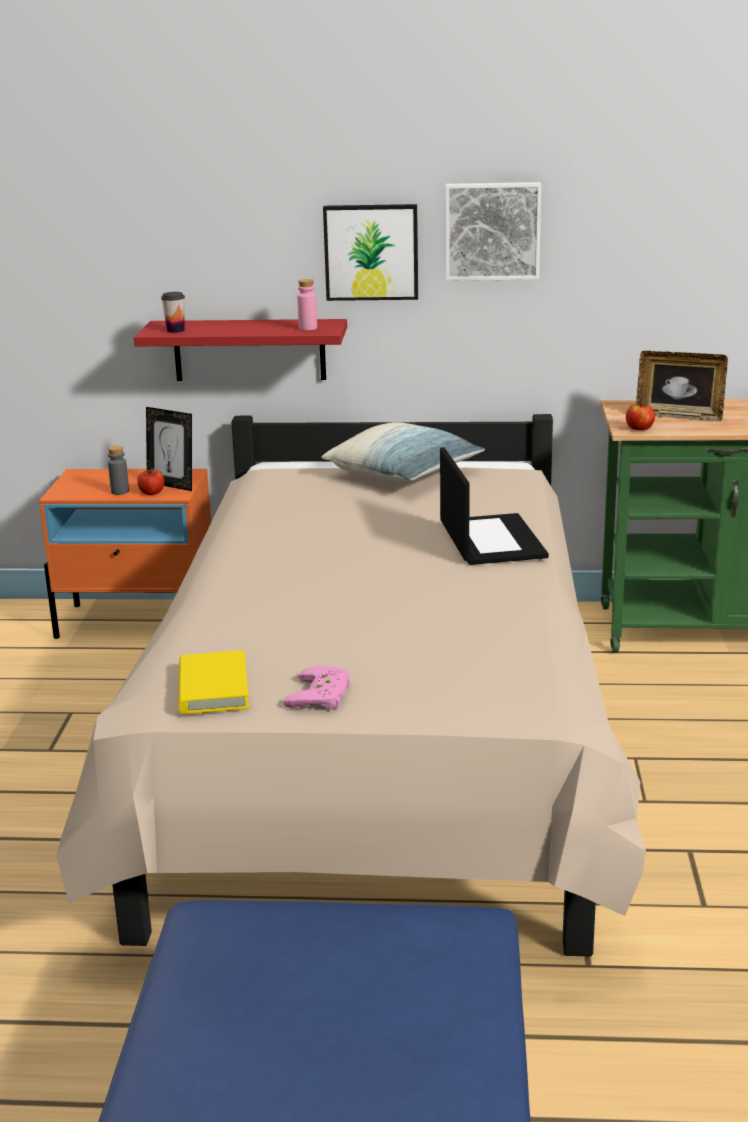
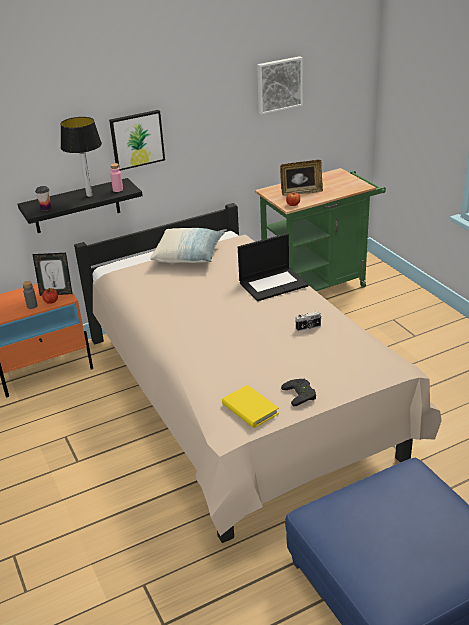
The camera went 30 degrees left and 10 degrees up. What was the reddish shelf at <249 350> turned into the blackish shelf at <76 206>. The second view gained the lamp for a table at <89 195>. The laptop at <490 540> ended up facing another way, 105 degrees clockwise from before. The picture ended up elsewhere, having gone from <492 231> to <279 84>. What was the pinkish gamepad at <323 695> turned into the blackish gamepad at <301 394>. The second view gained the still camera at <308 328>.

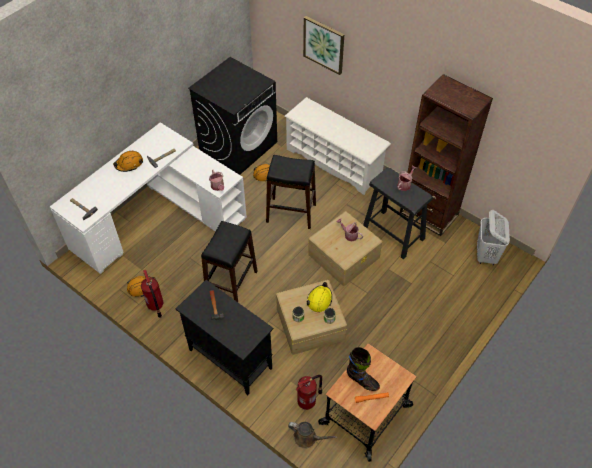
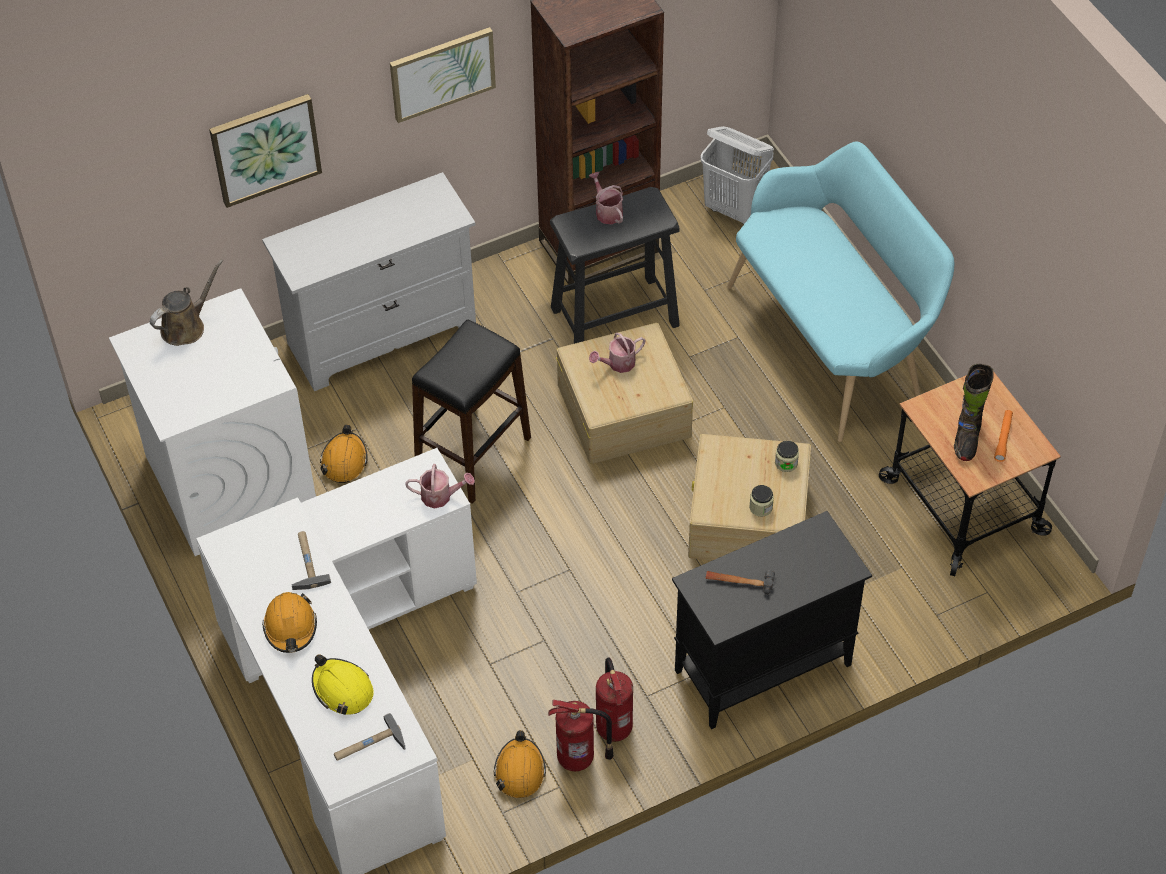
The camera went 65 degrees left and 0 degrees up. What was the blackish laundry machine at <238 145> turned into the whitish laundry machine at <229 480>. The brown-coloured watering can ended up elsewhere, having gone from <307 438> to <186 326>. Where the whitish shoe stand stood at <334 162>, the whitish chest of drawers came to stand at <383 335>. The yellow hard hat ended up elsewhere, having gone from <319 300> to <342 689>. The second view gained the picture at <442 73>. The fire extinguisher ended up elsewhere, having gone from <308 401> to <614 725>. The second view gained the turquoise bench at <833 341>. The blackish tall boot at <362 380> ended up facing another way, 135 degrees clockwise from before. The second view lost the blackish stool seat at <232 285>.

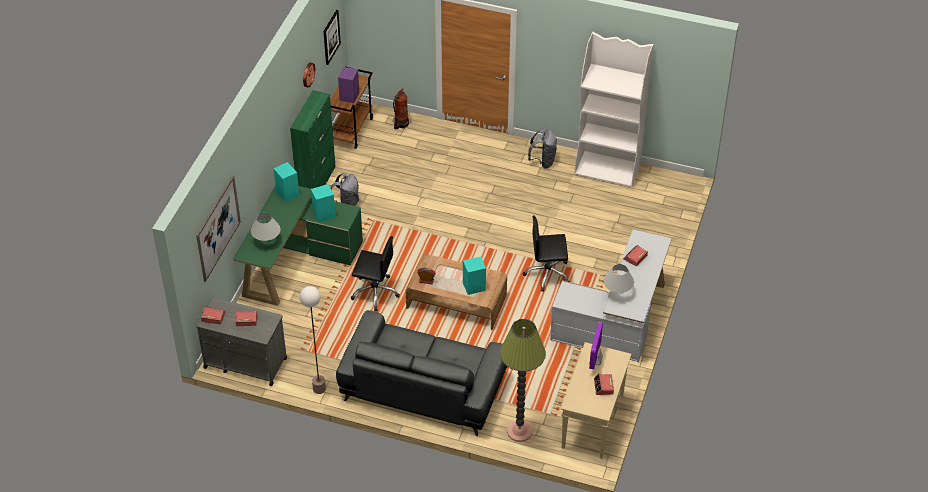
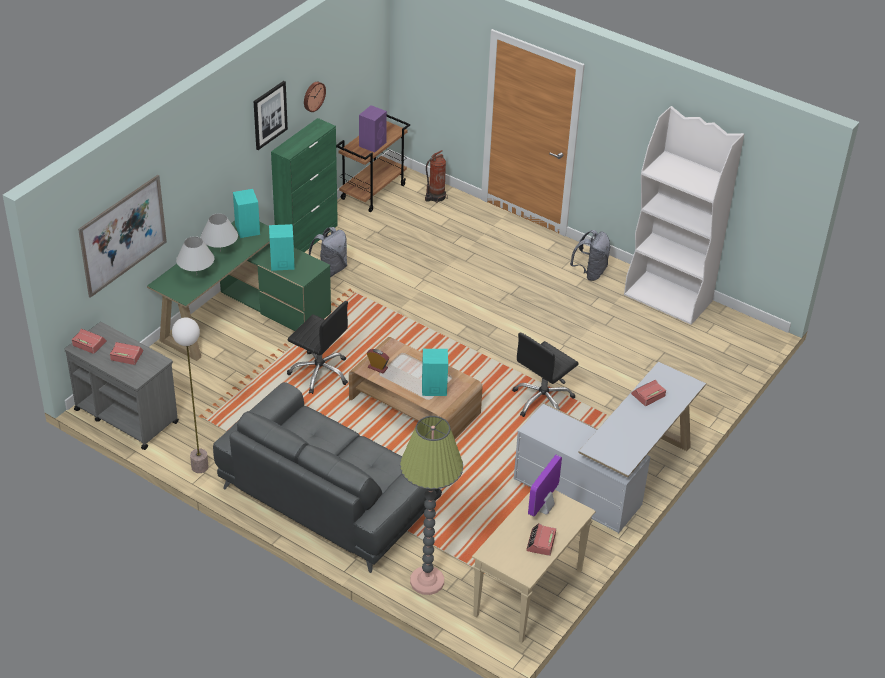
The camera went 15 degrees right and 5 degrees down. The whitish lamp for a table ended up elsewhere, having gone from <617 292> to <220 251>. The picture ended up elsewhere, having gone from <331 37> to <269 115>. The blackish desk chair at <547 274> ended up facing another way, 60 degrees counterclockwise from before.

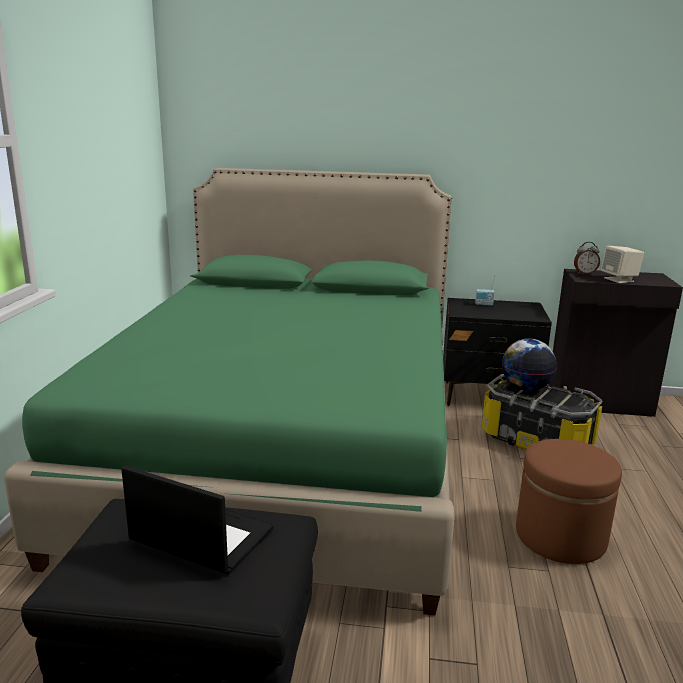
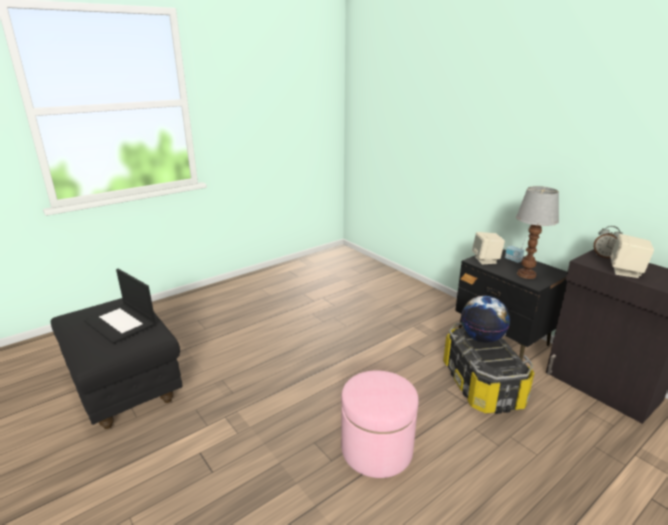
The camera went 45 degrees right and 5 degrees up. The laptop at <200 535> ended up facing another way, 150 degrees clockwise from before. What was the brown-coloured pouffe at <560 536> turned into the pinkish pouffe at <376 449>. The second view gained the beige speaker at <486 260>. The second view gained the lamp for a table at <525 275>. The second view lost the greenish sleeping bed at <286 451>.

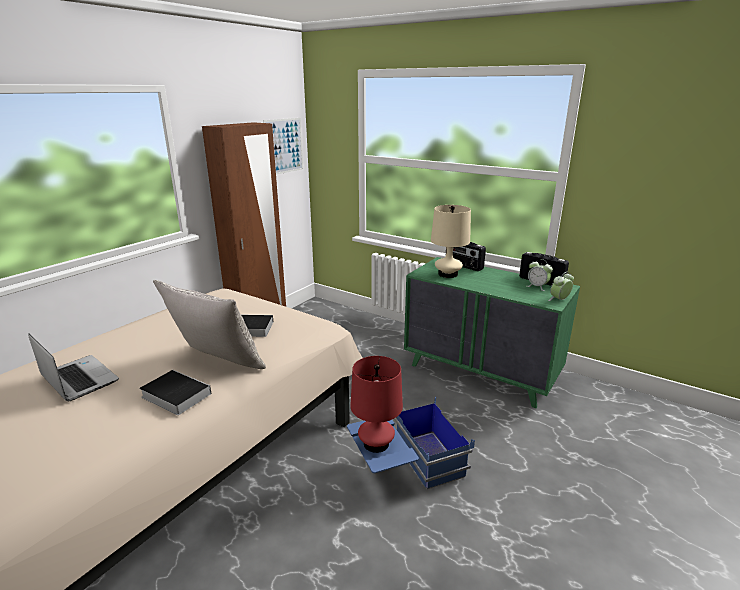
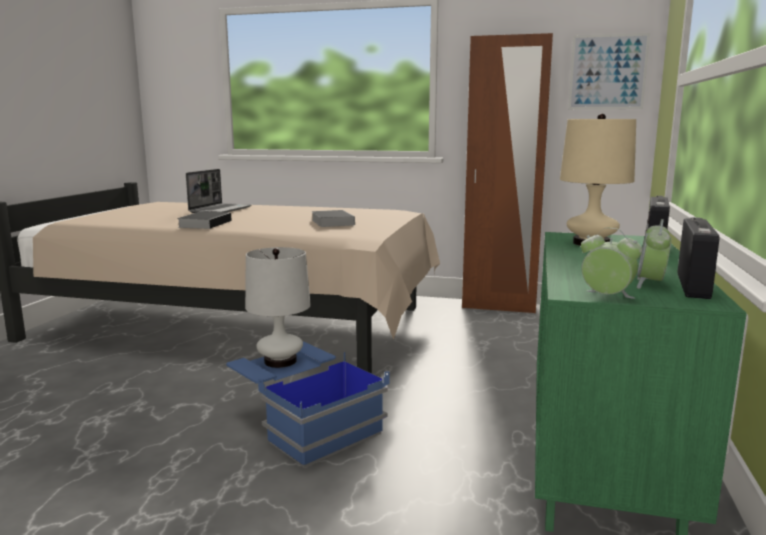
The camera went 70 degrees right and 10 degrees down. What was the reddish lamp for a table at <376 443> turned into the whitish lamp for a table at <280 361>. The second view lost the gray throw pillow at <216 363>.

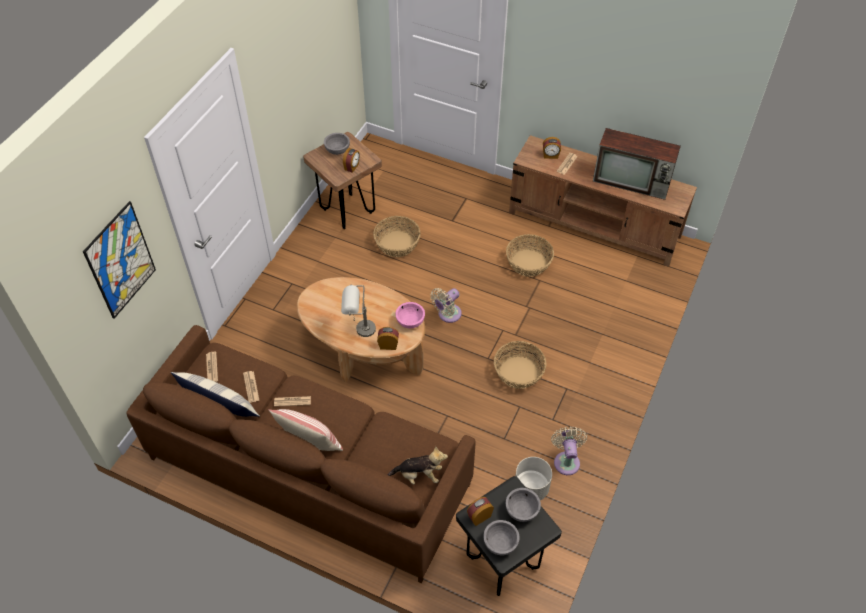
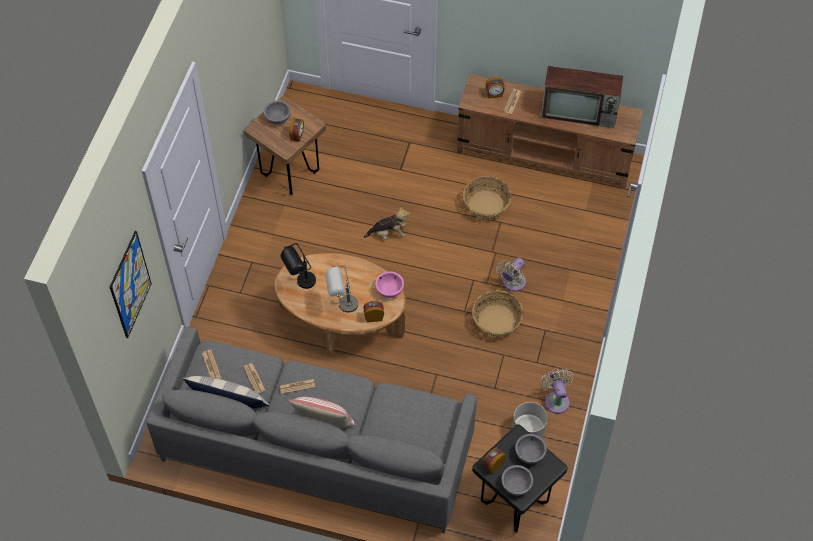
The camera went 10 degrees left and 5 degrees up. What was the brown-coloured settee at <309 471> turned into the gray settee at <317 448>. The second view gained the blackish lamp for a table at <300 284>. The soft toy ended up elsewhere, having gone from <419 475> to <388 233>. The beige fan ended up elsewhere, having gone from <447 315> to <512 283>. The second view lost the basket at <397 244>.

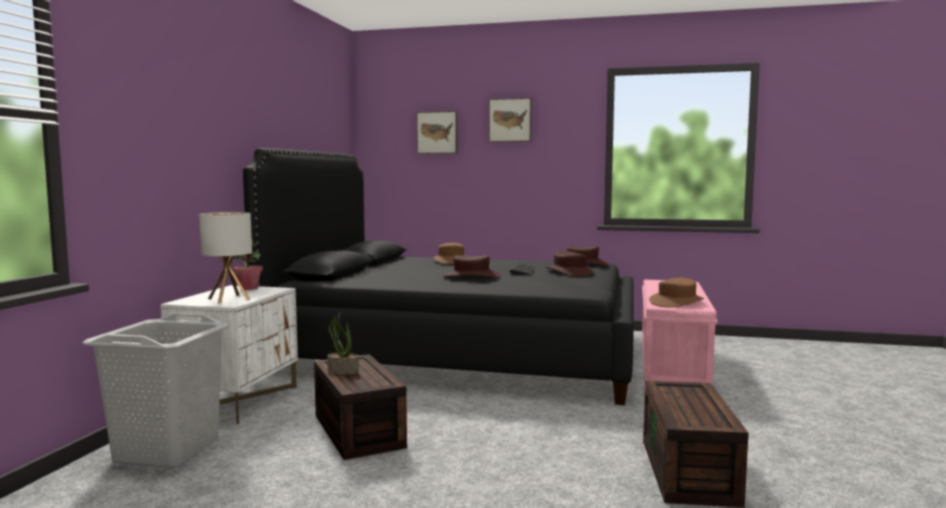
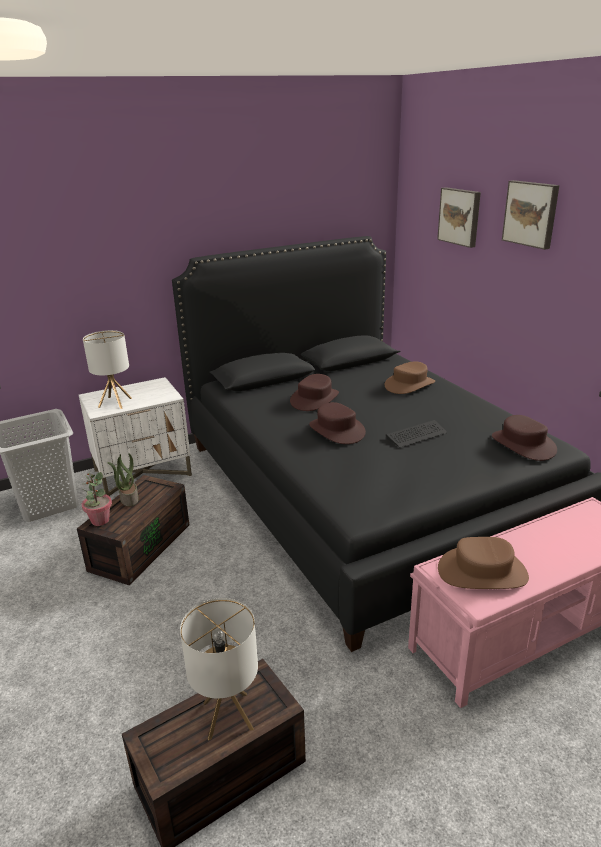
The camera went 50 degrees right and 20 degrees up. The potted plant ended up elsewhere, having gone from <249 288> to <100 520>. The second view gained the lamp for a table at <228 715>. The brown-coloured clothing hat ended up elsewhere, having gone from <569 272> to <315 399>.

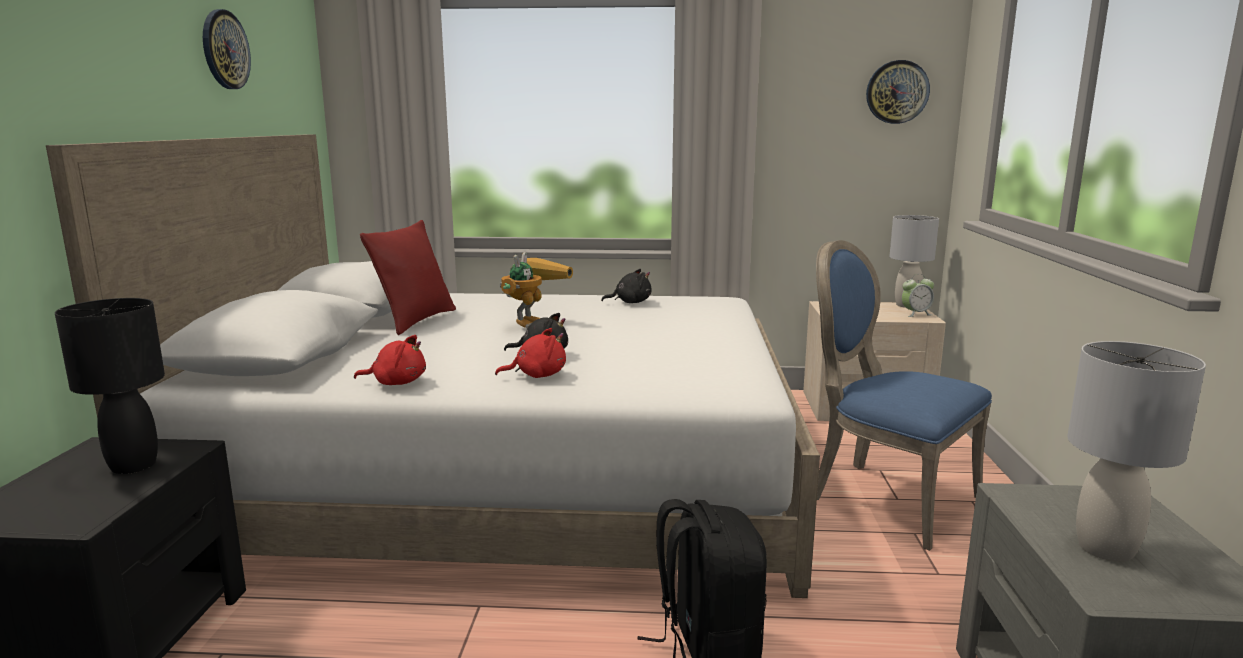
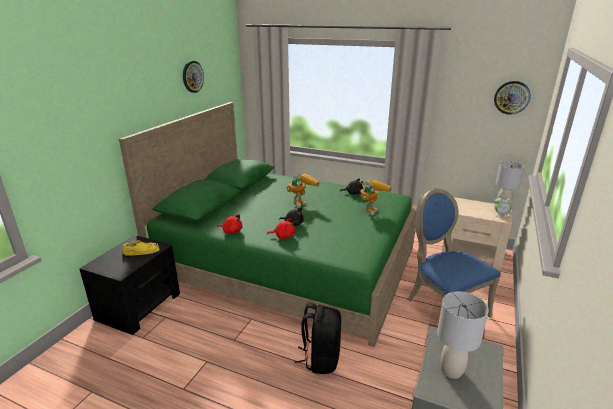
The camera went 20 degrees right and 10 degrees up. What was the whitish sleeping bed at <509 476> turned into the greenish sleeping bed at <288 262>. Where the blackish lamp for a table stood at <133 465>, the yellow shoe came to stand at <141 251>. The second view gained the toy robot at <371 209>. The second view lost the reddish throw pillow at <416 321>.

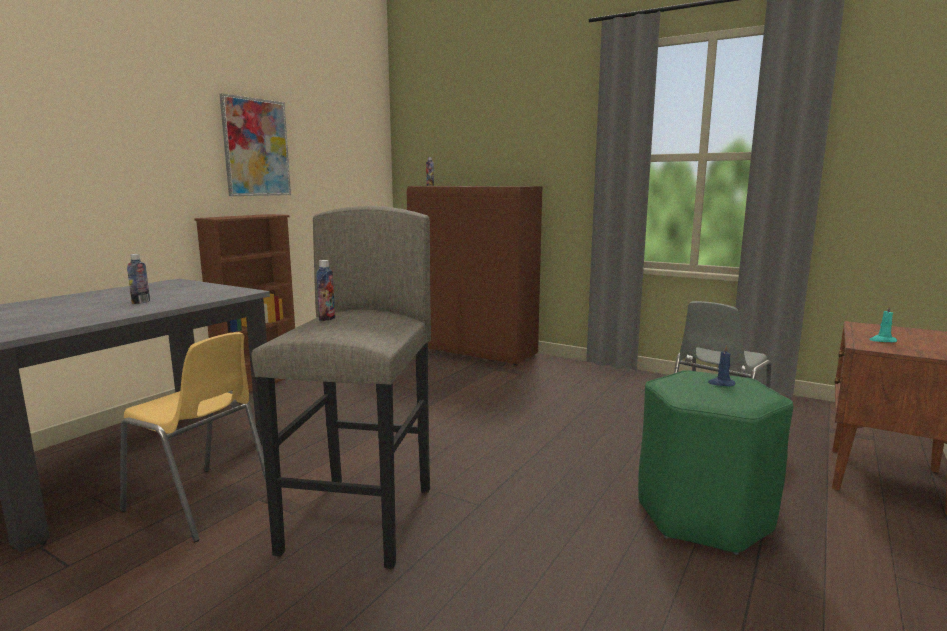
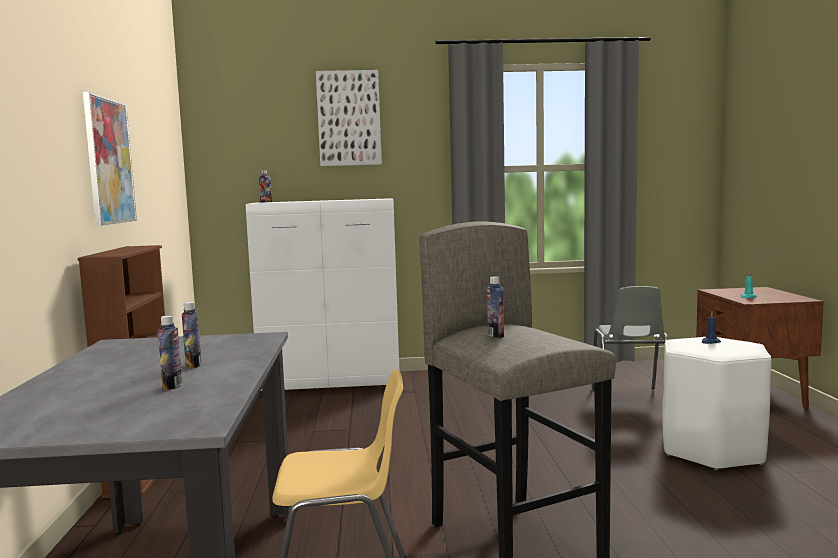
The camera went 35 degrees left and 5 degrees down. The second view gained the bottle at <172 386>. What was the brown-coloured cabinet at <474 351> turned into the whitish cabinet at <332 383>. The second view gained the picture at <349 118>. What was the greenish stool seat at <704 516> turned into the whitish stool seat at <712 450>.

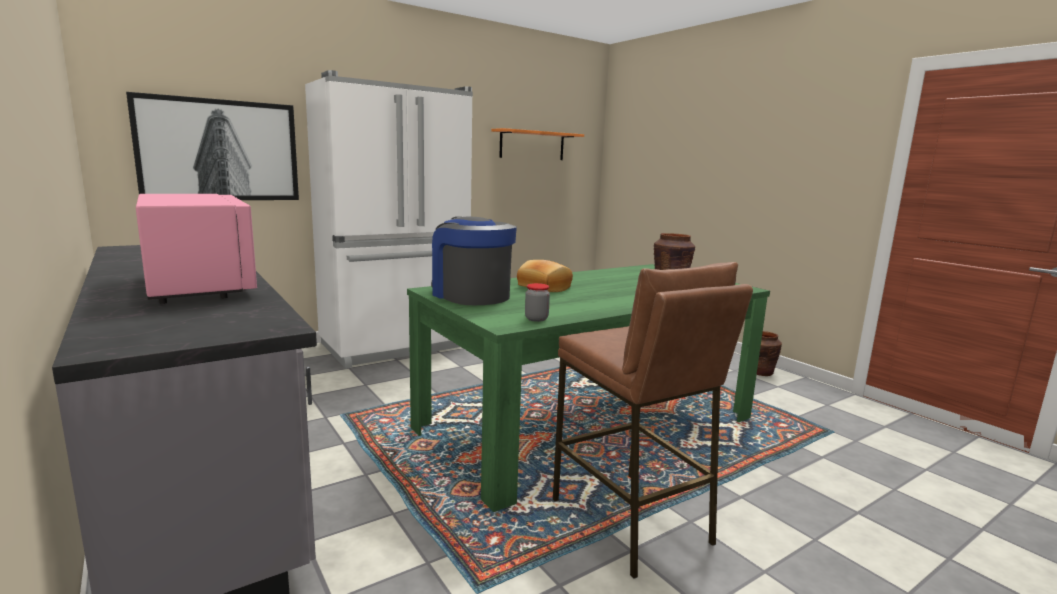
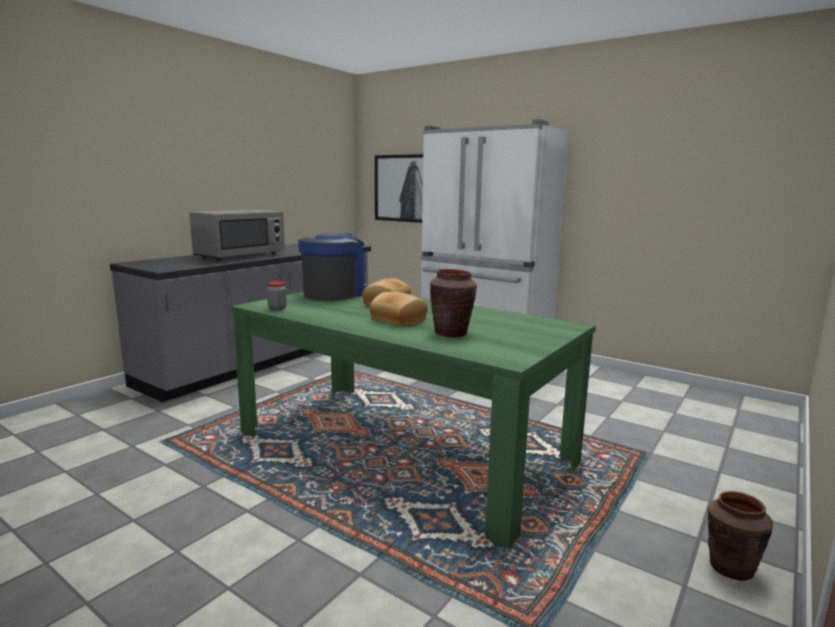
The camera went 70 degrees right and 0 degrees up. What was the pinkish microwave oven at <198 286> turned into the gray microwave oven at <240 256>. The second view gained the baked bread at <397 321>. The second view lost the orange-coloured shelf at <532 145>. The second view lost the brown-coloured stool seat at <630 521>.

